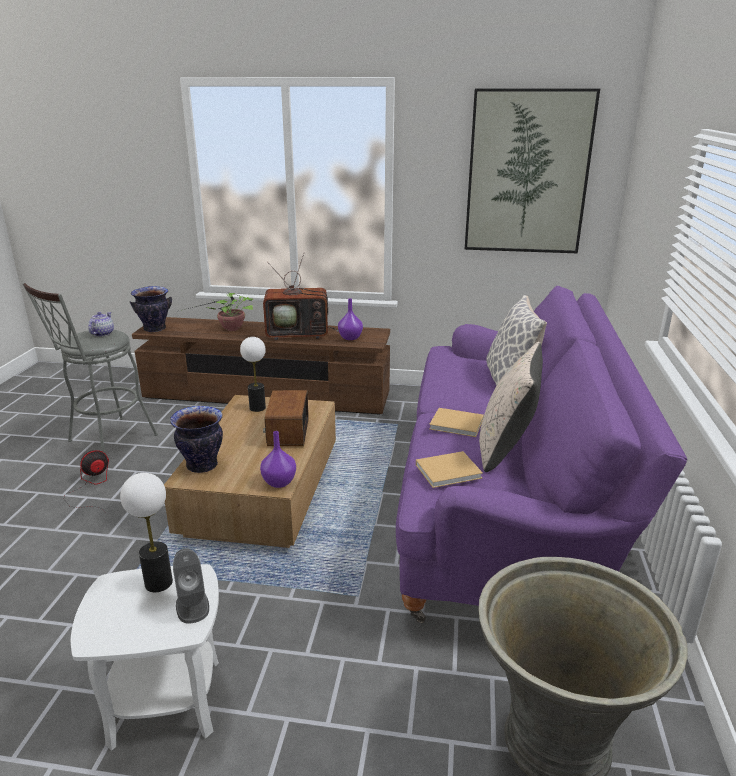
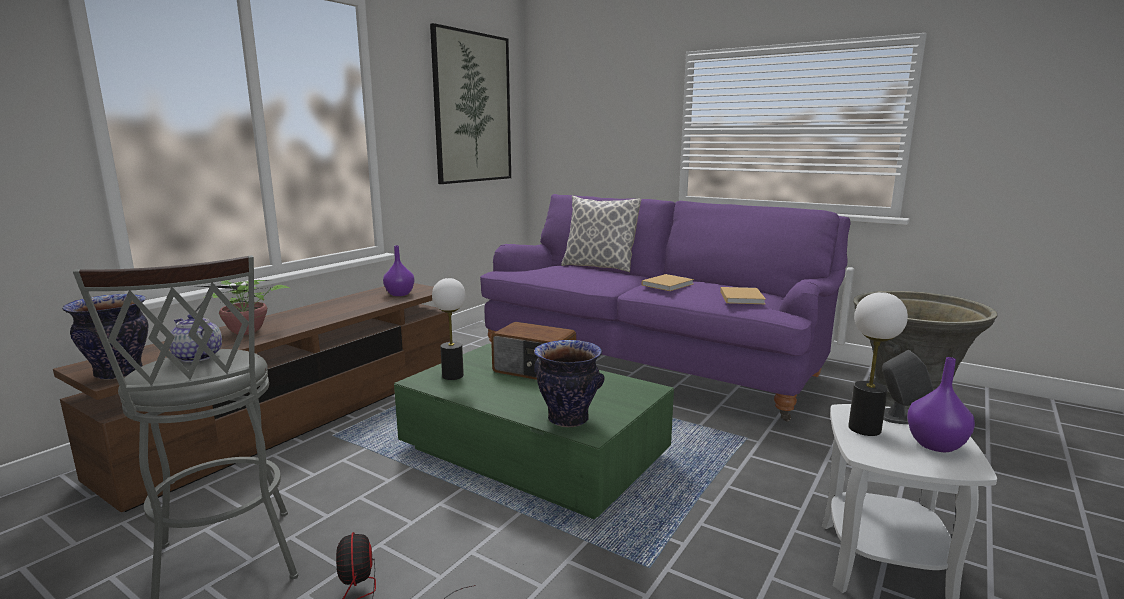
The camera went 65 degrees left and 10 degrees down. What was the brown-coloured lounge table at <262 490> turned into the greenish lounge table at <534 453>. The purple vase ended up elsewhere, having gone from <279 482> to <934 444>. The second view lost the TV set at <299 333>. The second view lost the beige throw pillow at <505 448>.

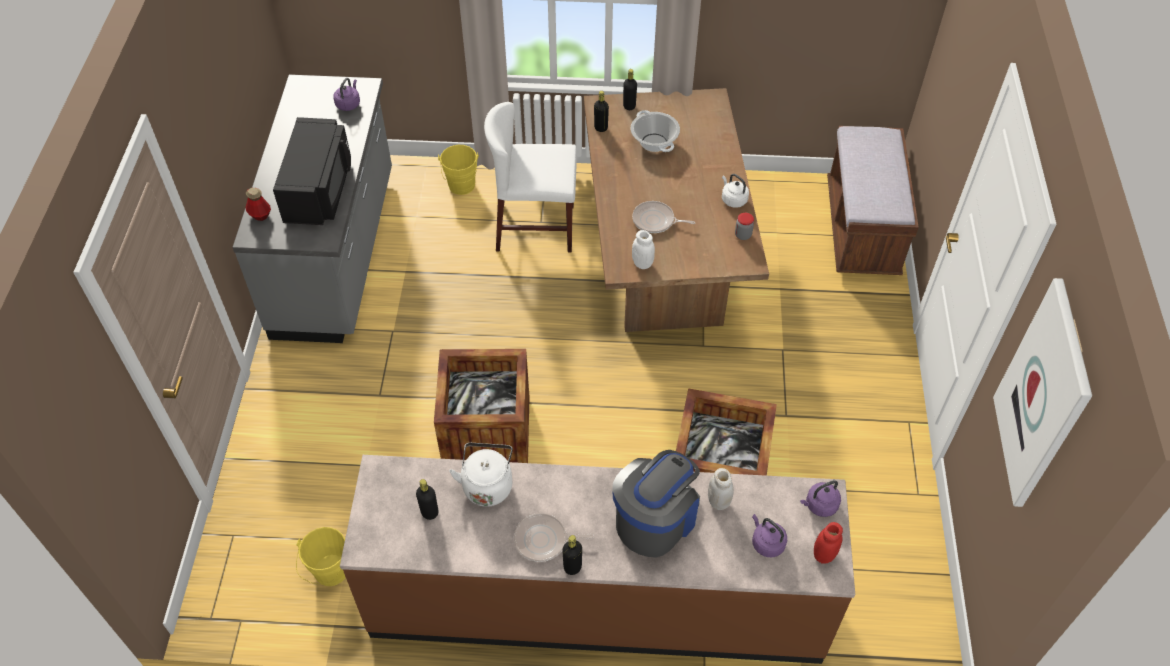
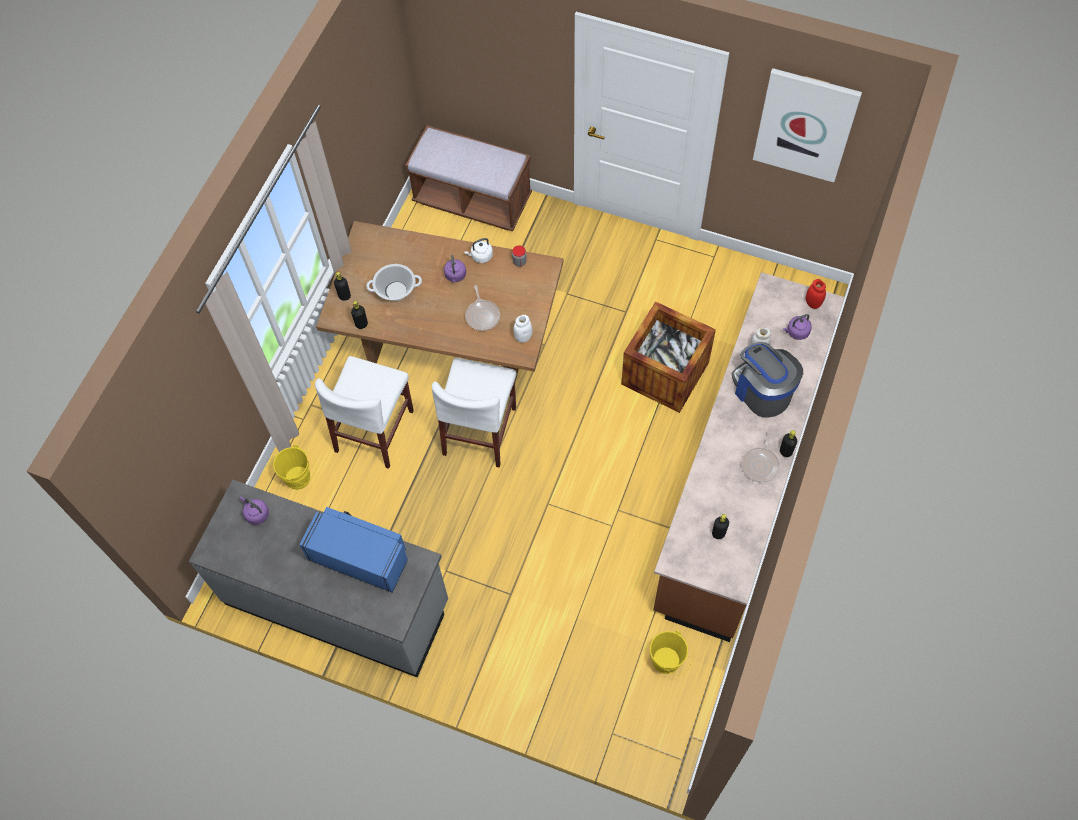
The camera went 70 degrees left and 10 degrees up. What was the blackish microwave oven at <319 190> turned into the blue-coloured microwave oven at <360 557>. The second view gained the whitish upright chair at <480 431>. The purple kettle ended up elsewhere, having gone from <819 505> to <455 276>. The pan at <655 221> ended up facing another way, 45 degrees counterclockwise from before. The second view lost the bottle at <260 215>. The second view lost the packing crate at <487 431>. The second view lost the whitish kettle at <487 484>.

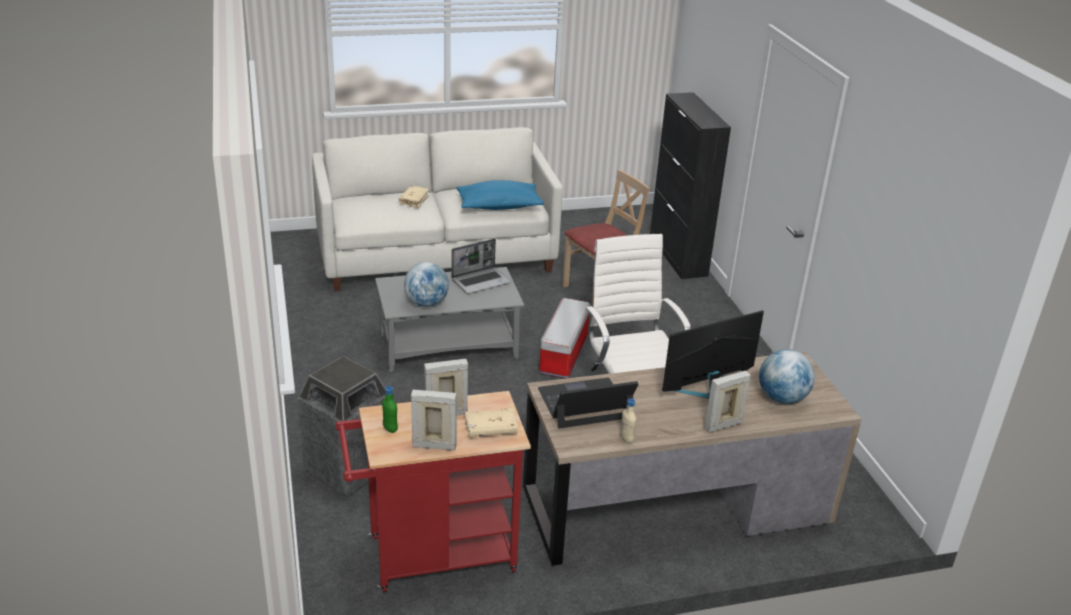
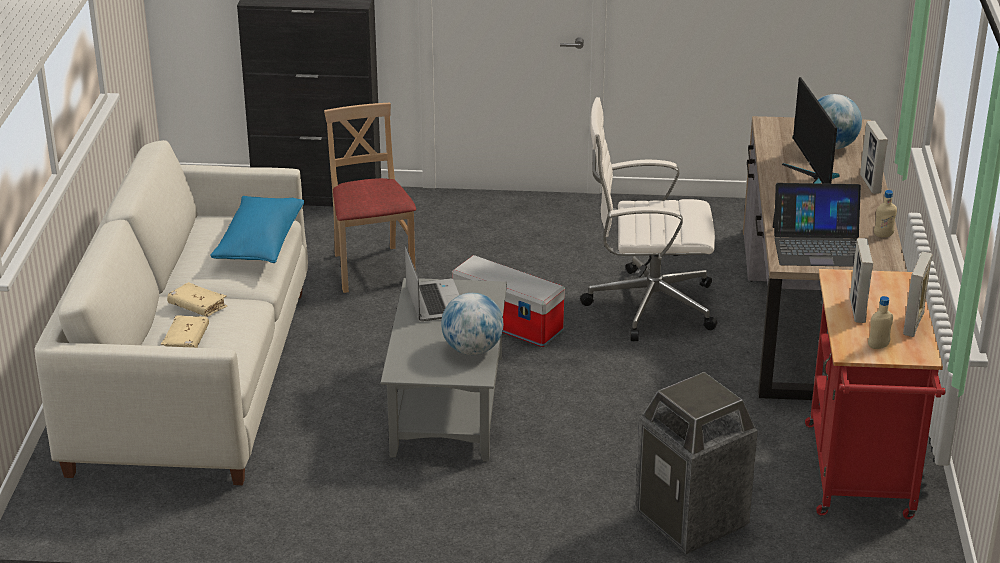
The camera went 70 degrees left and 0 degrees up. The beige volume ended up elsewhere, having gone from <490 429> to <186 341>. The laptop at <584 404> ended up facing another way, 90 degrees counterclockwise from before. What was the greenish bottle at <390 429> turned into the beige bottle at <878 346>.

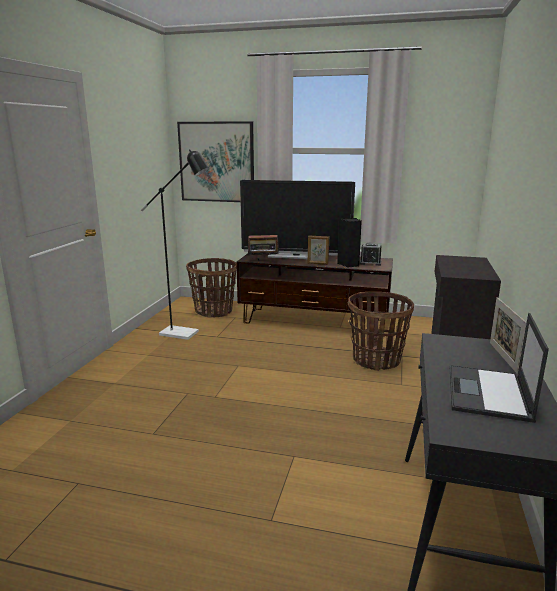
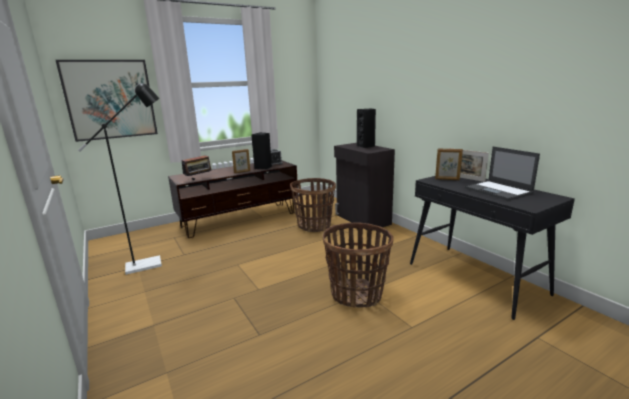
The camera went 45 degrees left and 0 degrees up. The basket ended up elsewhere, having gone from <214 311> to <357 294>. The second view gained the blackish speaker at <366 146>. The second view gained the photo frame at <447 179>. The second view lost the TV set at <296 256>.

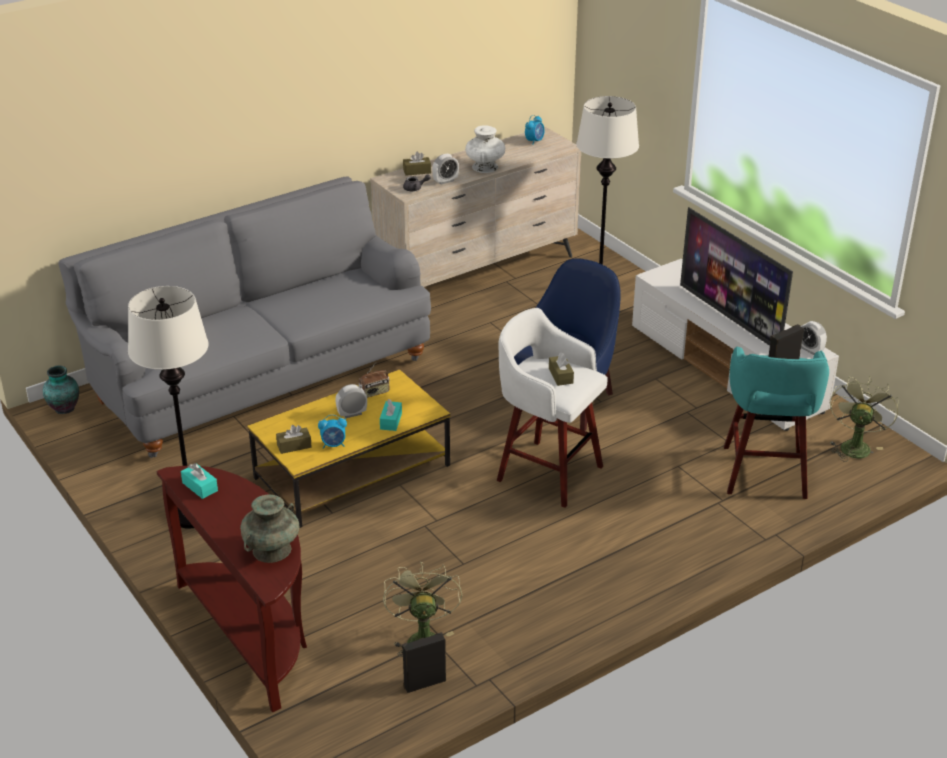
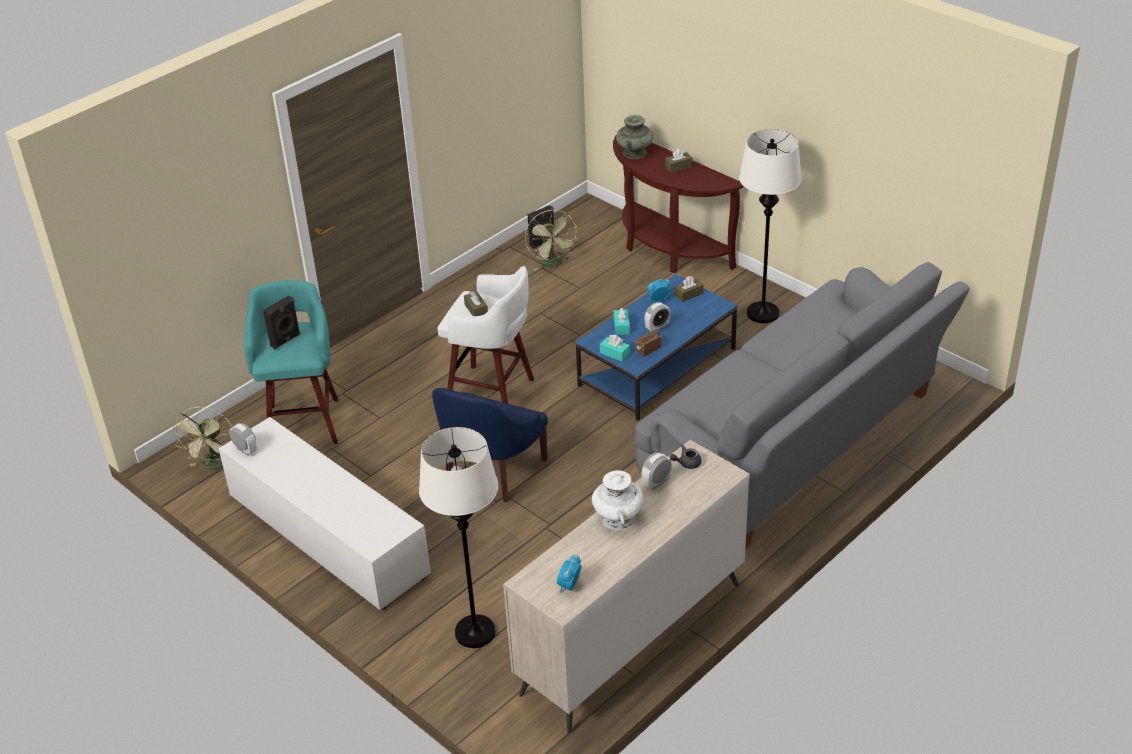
The camera went 170 degrees right and 5 degrees up. What was the yellow lounge table at <353 471> turned into the blue-coloured lounge table at <656 368>. The turquoise tissue holder ended up elsewhere, having gone from <200 487> to <614 353>. The brown-coloured tissue holder ended up elsewhere, having gone from <417 171> to <678 167>. The second view lost the vase at <64 408>. The second view lost the TV set at <731 317>.

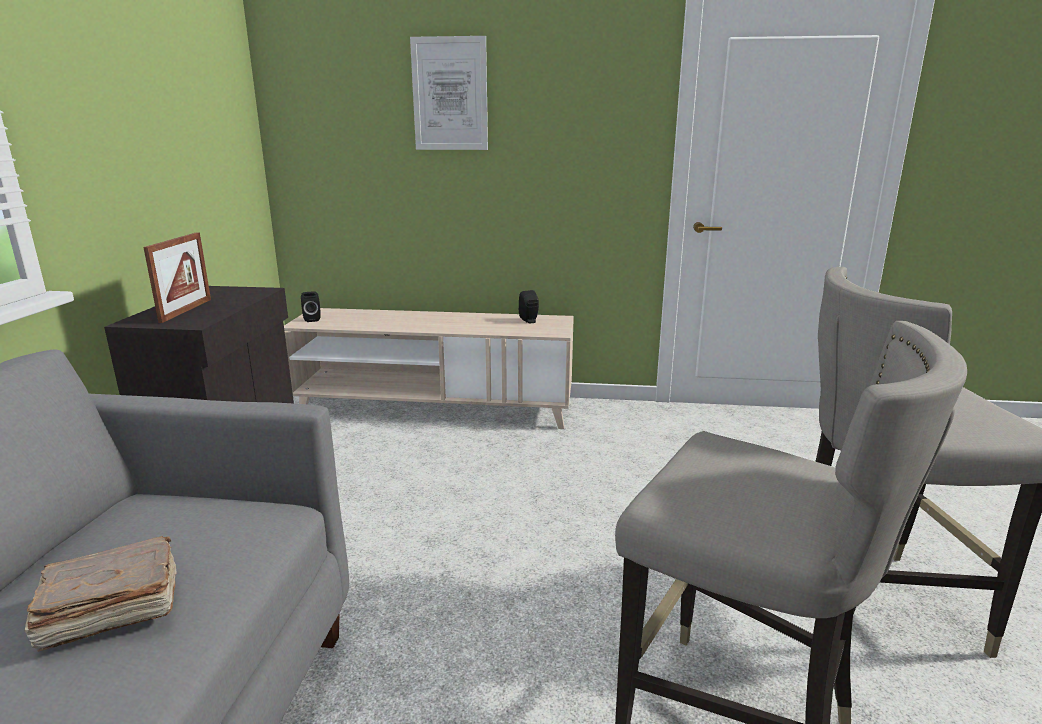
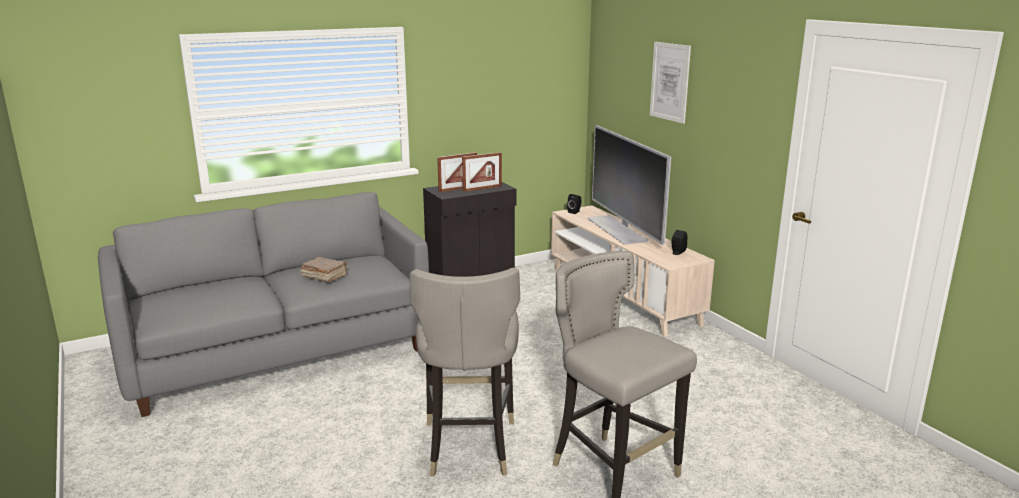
The camera went 55 degrees right and 0 degrees up. The second view gained the photo frame at <482 188>. The second view gained the TV set at <618 229>.

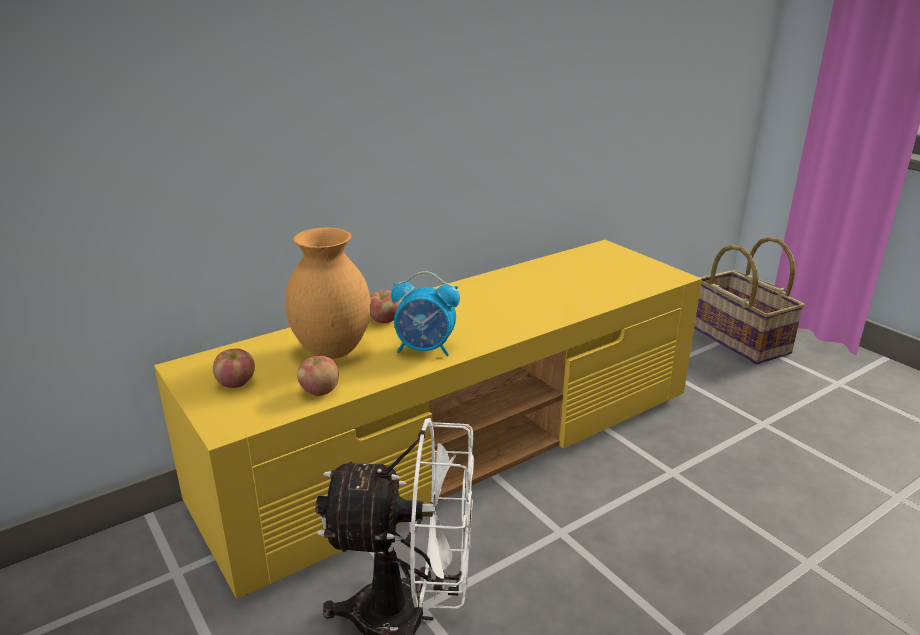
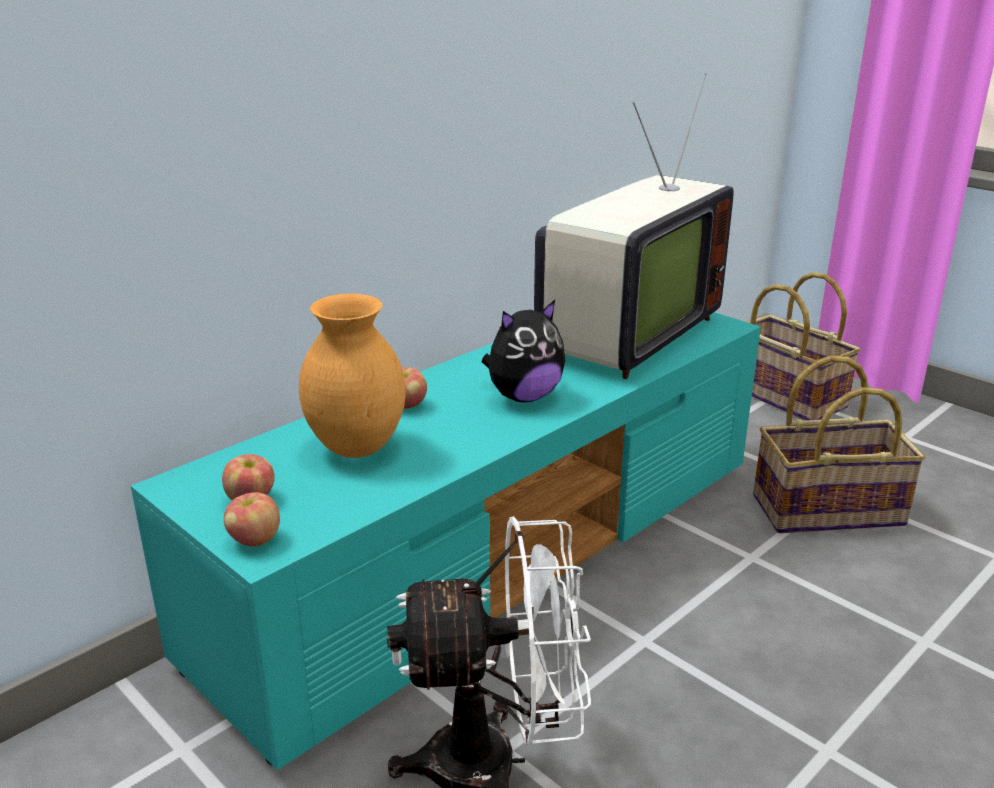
The camera went 10 degrees left and 0 degrees up. What was the yellow media console at <461 447> turned into the turquoise media console at <498 554>. The whole apple ended up elsewhere, having gone from <319 391> to <254 540>. The second view gained the soft toy at <523 396>. The second view gained the TV set at <624 336>. The second view gained the basket at <827 509>. The second view lost the alarm clock at <425 349>.

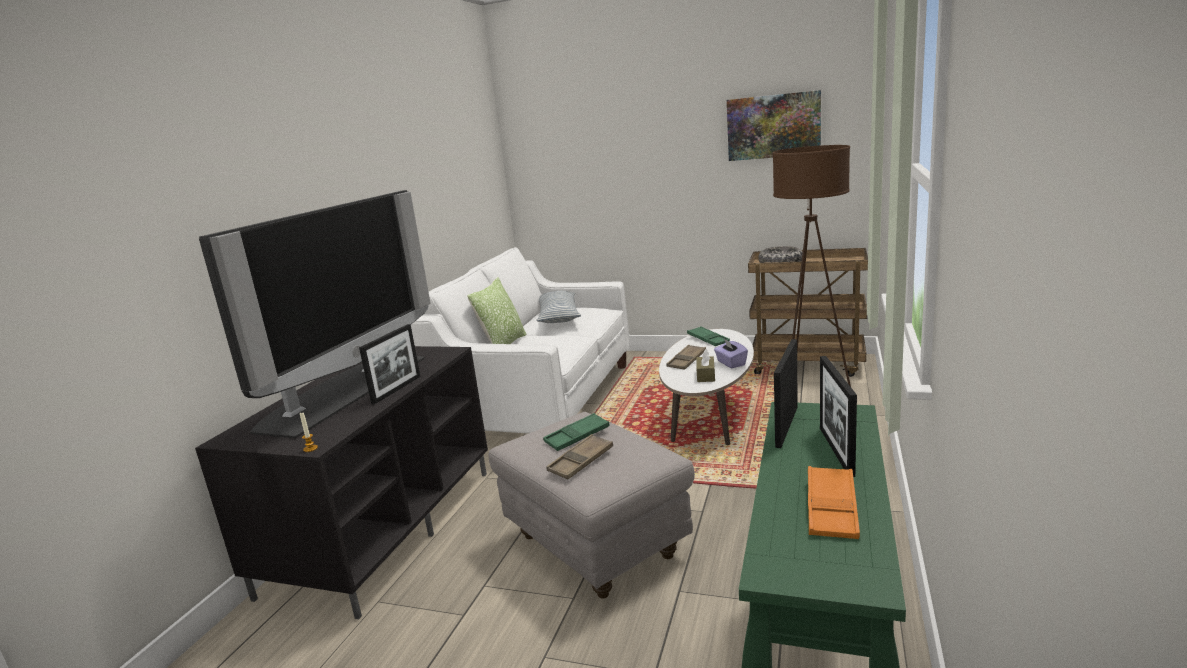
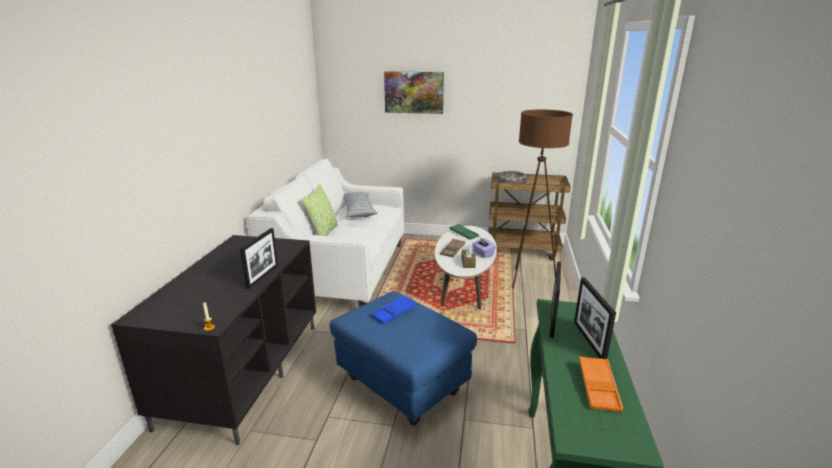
The camera went 10 degrees left and 5 degrees up. What was the gray pouffe at <597 546> turned into the blue-coloured pouffe at <403 386>. What was the greenish serving tray at <577 436> turned into the blue-coloured serving tray at <394 312>. The picture ended up elsewhere, having gone from <773 126> to <414 92>. The second view lost the TV set at <343 391>. The second view lost the brown-coloured serving tray at <581 461>.

